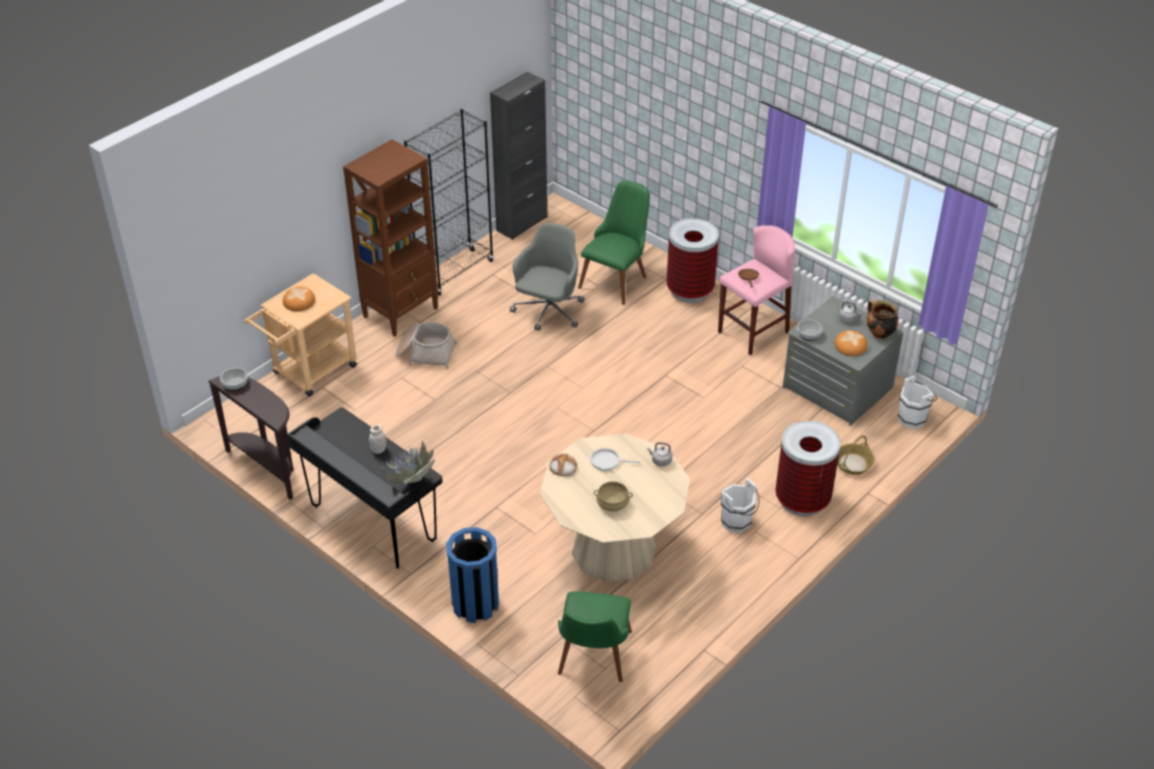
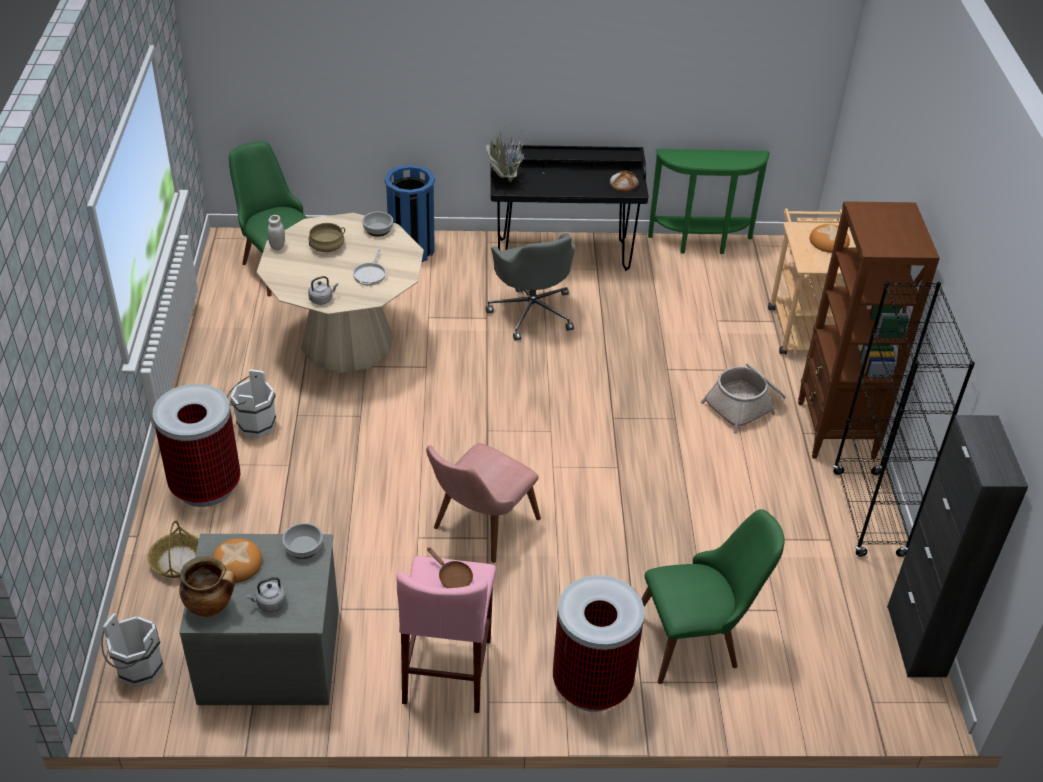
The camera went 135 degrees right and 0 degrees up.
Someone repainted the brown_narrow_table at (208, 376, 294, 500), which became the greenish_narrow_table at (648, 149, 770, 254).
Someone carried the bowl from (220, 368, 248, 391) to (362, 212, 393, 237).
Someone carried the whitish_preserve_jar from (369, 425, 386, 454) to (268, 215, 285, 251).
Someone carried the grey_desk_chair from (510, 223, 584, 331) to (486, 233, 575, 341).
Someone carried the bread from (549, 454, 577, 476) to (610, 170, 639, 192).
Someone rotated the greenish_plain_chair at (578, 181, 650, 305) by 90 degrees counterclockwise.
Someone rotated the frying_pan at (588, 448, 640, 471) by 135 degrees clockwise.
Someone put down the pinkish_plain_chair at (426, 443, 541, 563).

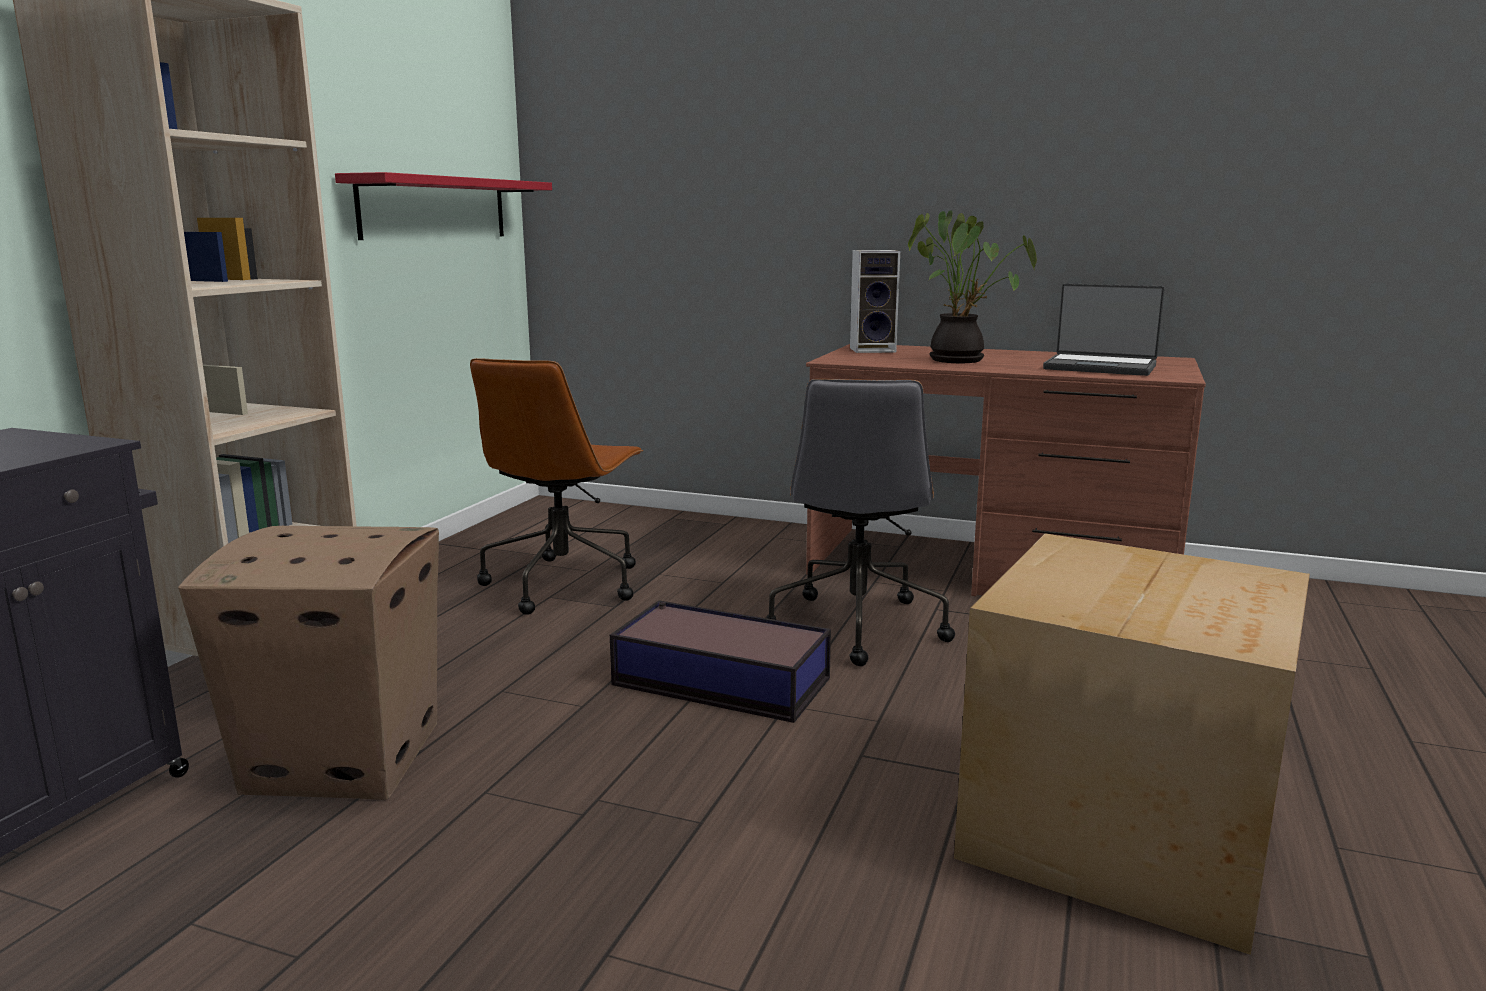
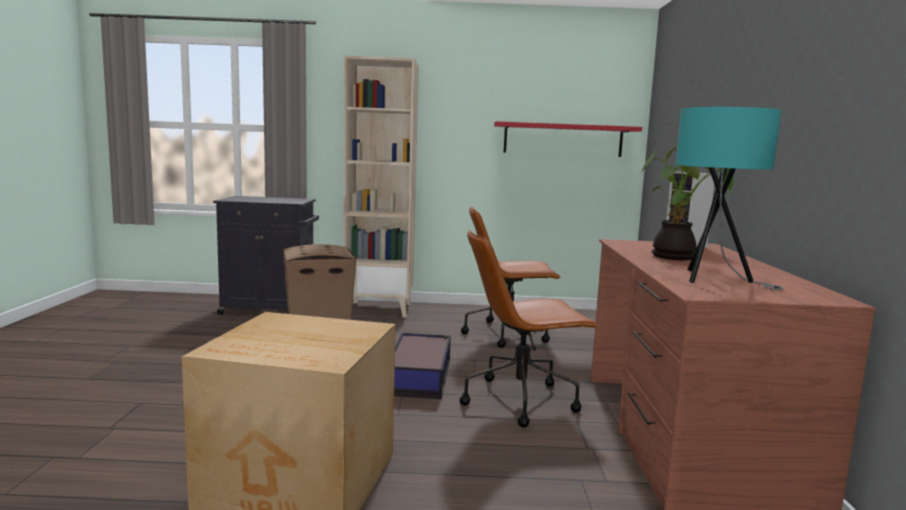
The camera went 70 degrees right and 5 degrees down.
Someone repainted the grey_desk_chair at (767, 379, 955, 666), which became the brown_desk_chair at (460, 230, 598, 428).
Someone swapped the notebook_computer at (1043, 283, 1165, 376) for the blue-green_table_lamp at (676, 107, 783, 290).

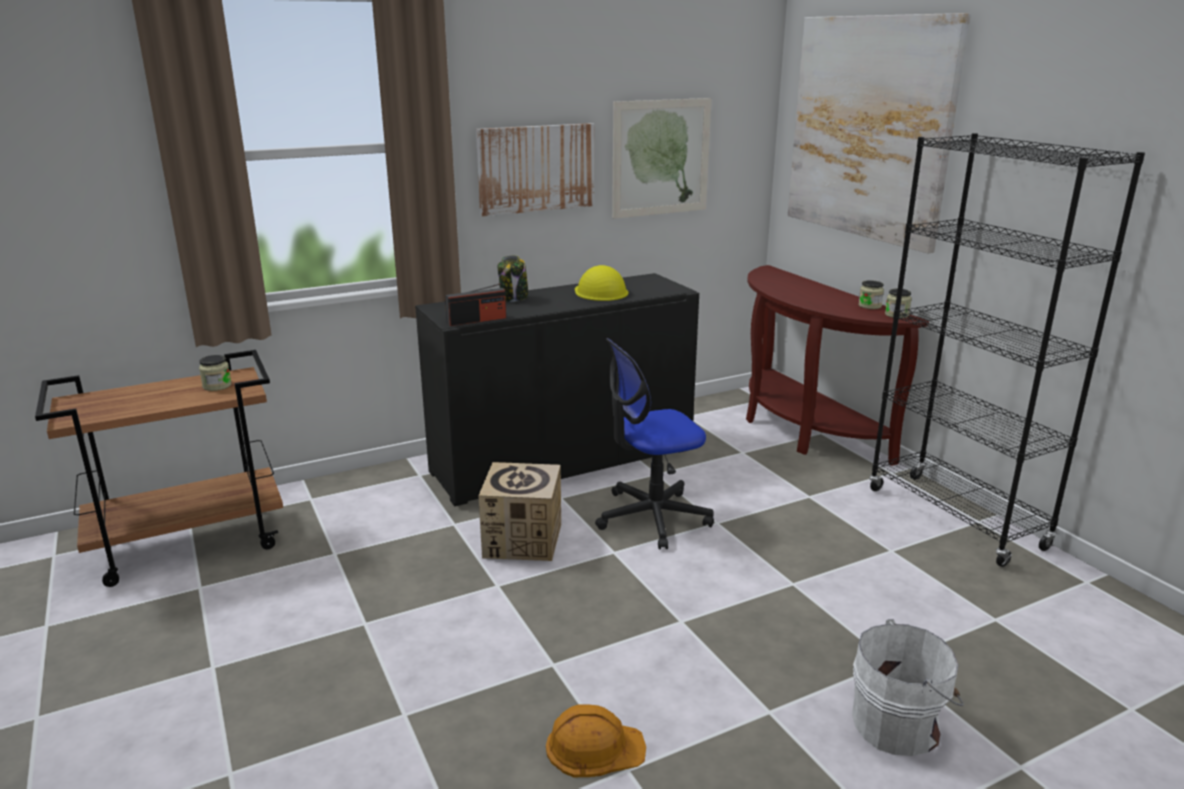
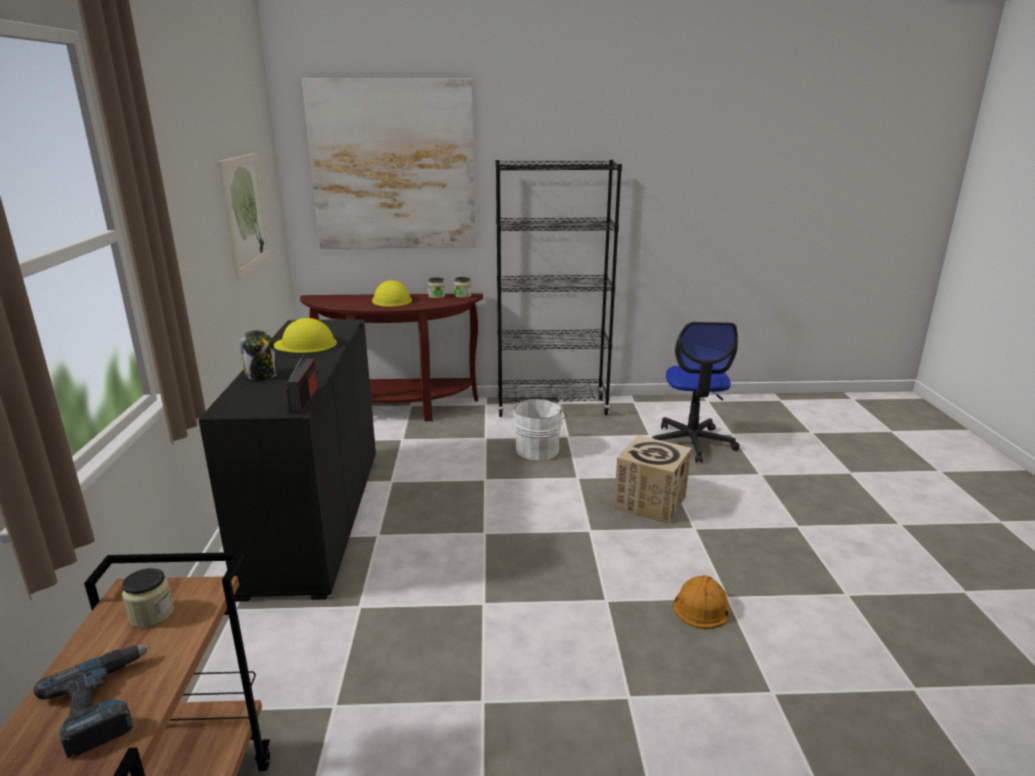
The camera went 65 degrees left and 0 degrees up.
Someone took away the wall_picture at (476, 123, 594, 216).
Someone carried the cardboard_box from (478, 462, 561, 561) to (614, 435, 692, 524).
Someone carried the desk_chair from (595, 338, 714, 550) to (653, 322, 740, 463).
Someone carried the whitish_pail from (852, 619, 964, 756) to (513, 399, 566, 460).
Someone put down the electric_drill at (34, 645, 150, 758).
Someone put down the yellow_safety_helmet at (372, 280, 412, 307).

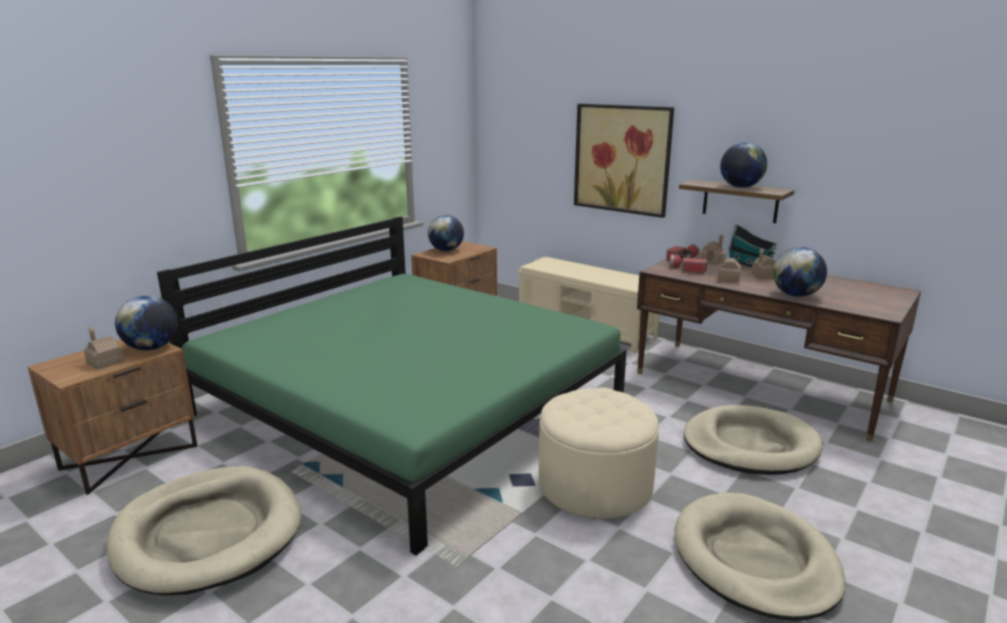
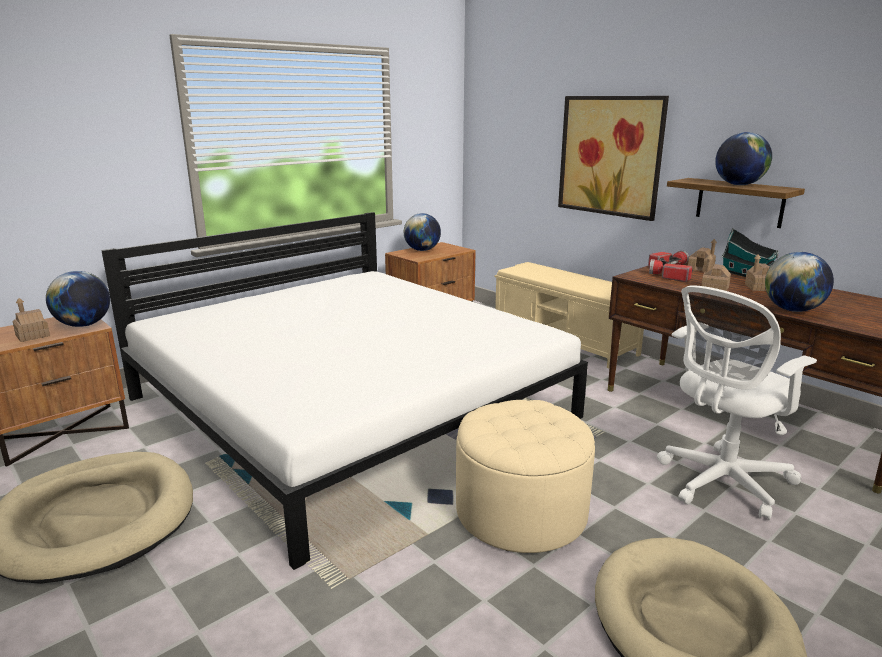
The camera went 10 degrees right and 0 degrees up.
Someone repainted the greenish_sleeping_bed at (157, 217, 627, 555), which became the whitish_sleeping_bed at (101, 212, 588, 570).
Someone swapped the beige_dog_bed at (684, 405, 823, 475) for the whitish_desk_chair at (657, 285, 817, 520).

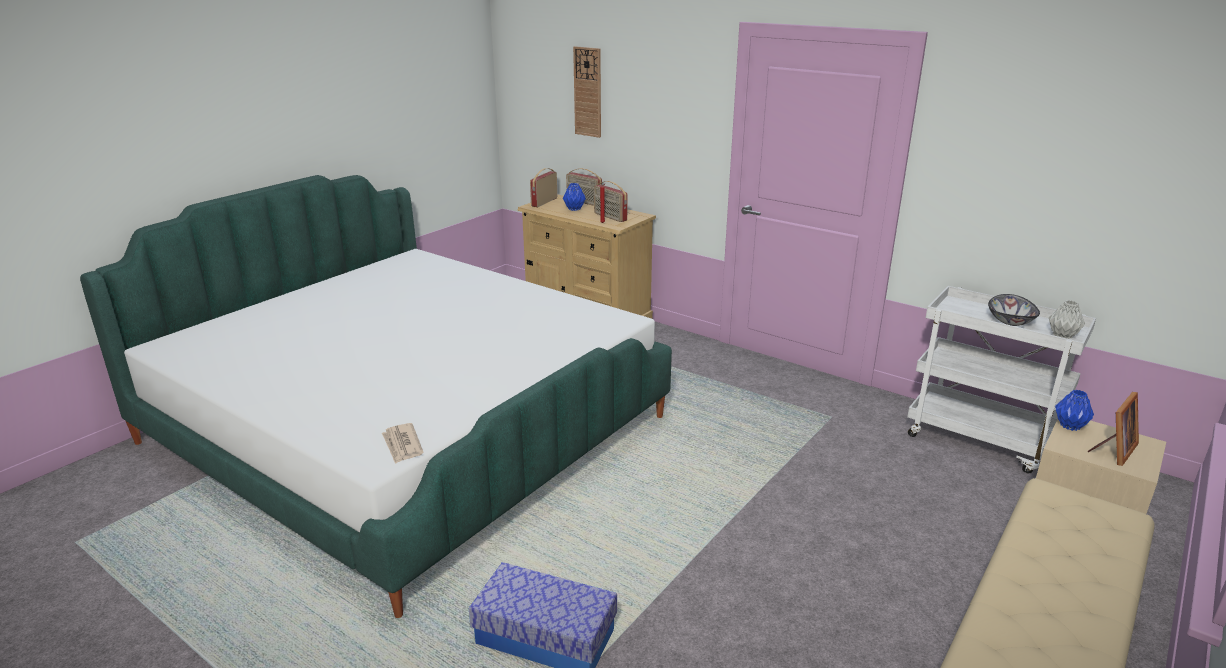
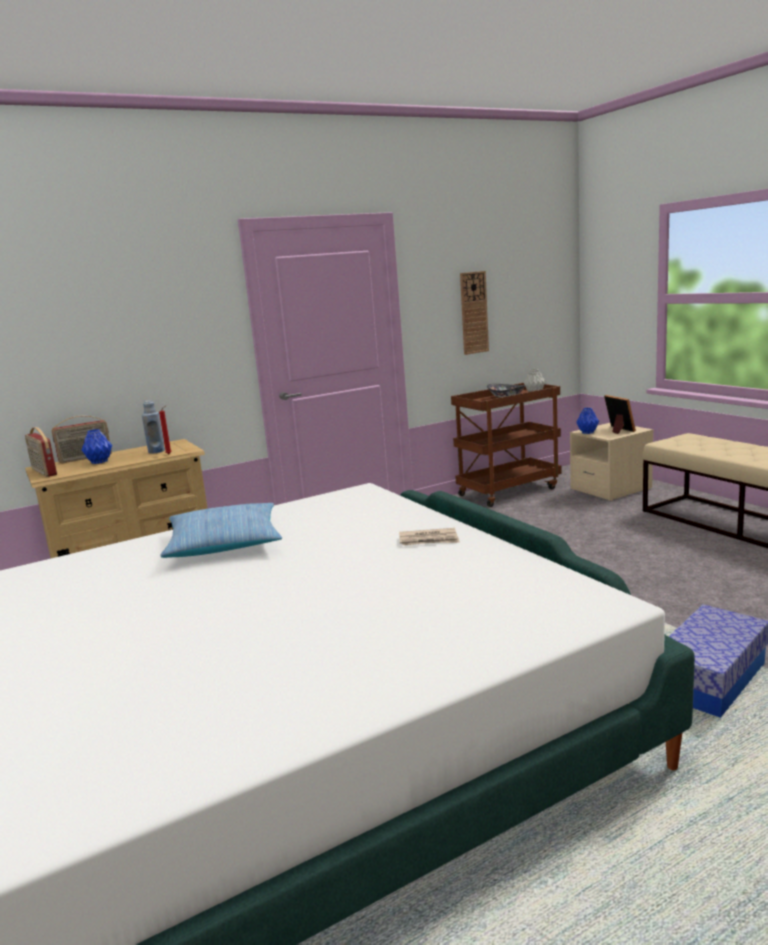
The camera went 65 degrees left and 10 degrees down.
Someone carried the daily_paper from (382, 423, 424, 464) to (399, 528, 460, 546).
Someone carried the clock_on_the_wall from (573, 46, 601, 138) to (460, 271, 489, 355).
Someone swapped the radio_set at (594, 181, 628, 222) for the bluish_bottle at (142, 401, 165, 453).
Someone repainted the whitish_wheeled_cart at (907, 286, 1096, 474), which became the brown_wheeled_cart at (451, 383, 562, 507).
Someone put down the throw_pillow at (160, 503, 282, 558).

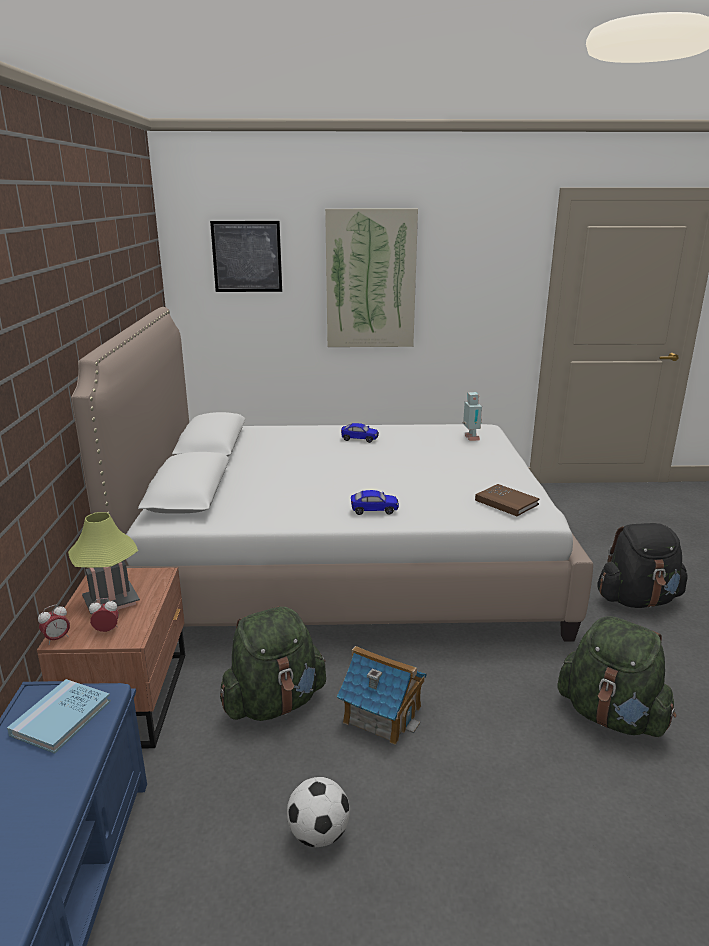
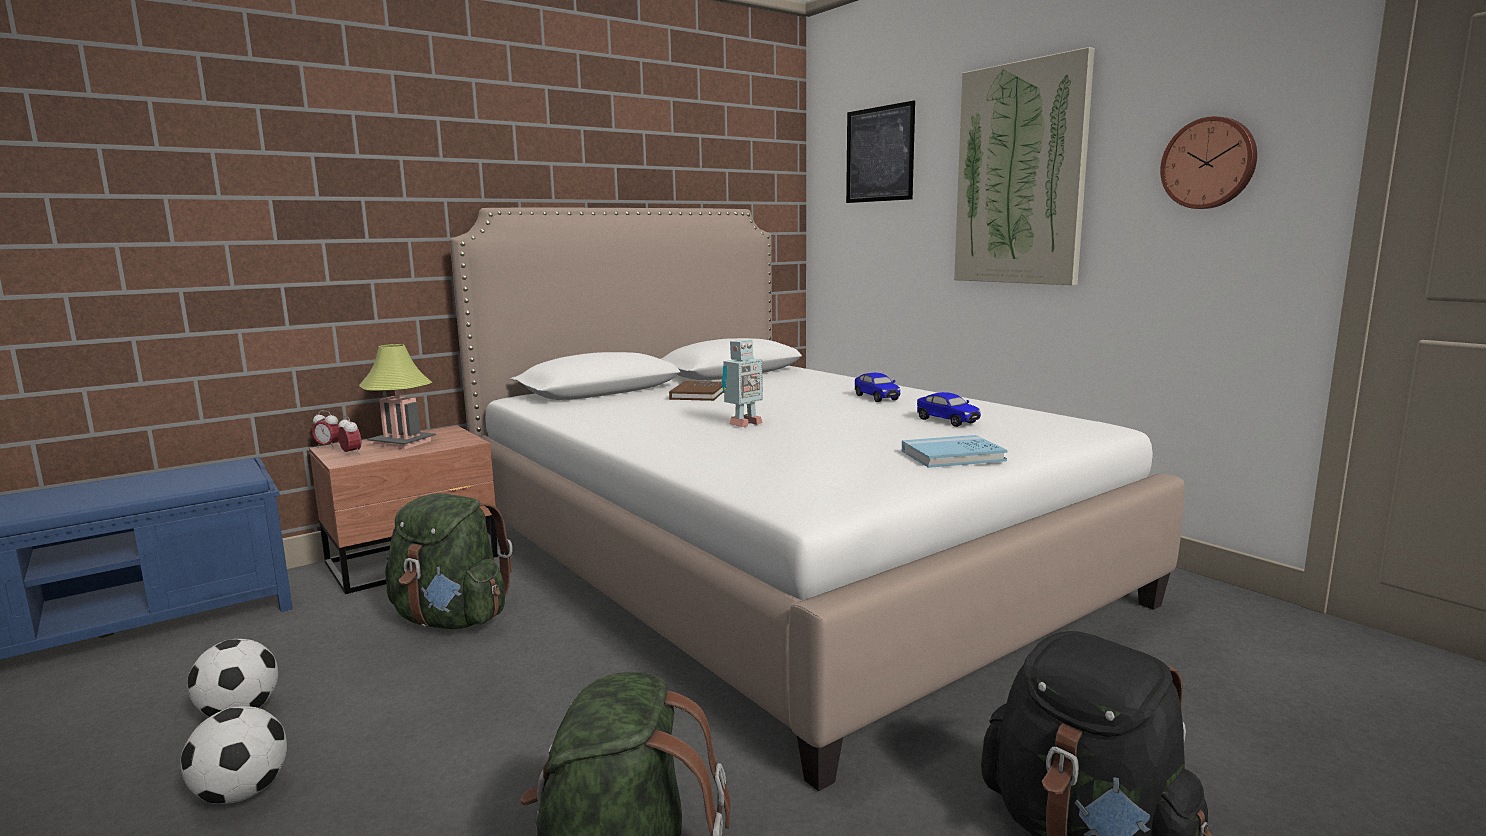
The camera went 55 degrees right and 10 degrees down.
Someone carried the bluish_book from (7, 679, 111, 754) to (902, 435, 1008, 468).
Someone took away the miniature_house at (337, 646, 427, 745).
Someone carried the toy_car from (351, 490, 399, 515) to (917, 392, 981, 427).
Someone carried the toy_robot from (463, 392, 482, 441) to (722, 340, 763, 427).
Someone carried the brown_book from (475, 484, 540, 516) to (669, 381, 723, 401).
Someone put down the football_ball at (180, 706, 287, 804).
Someone put up the clock_on_the_wall at (1160, 116, 1257, 209).

